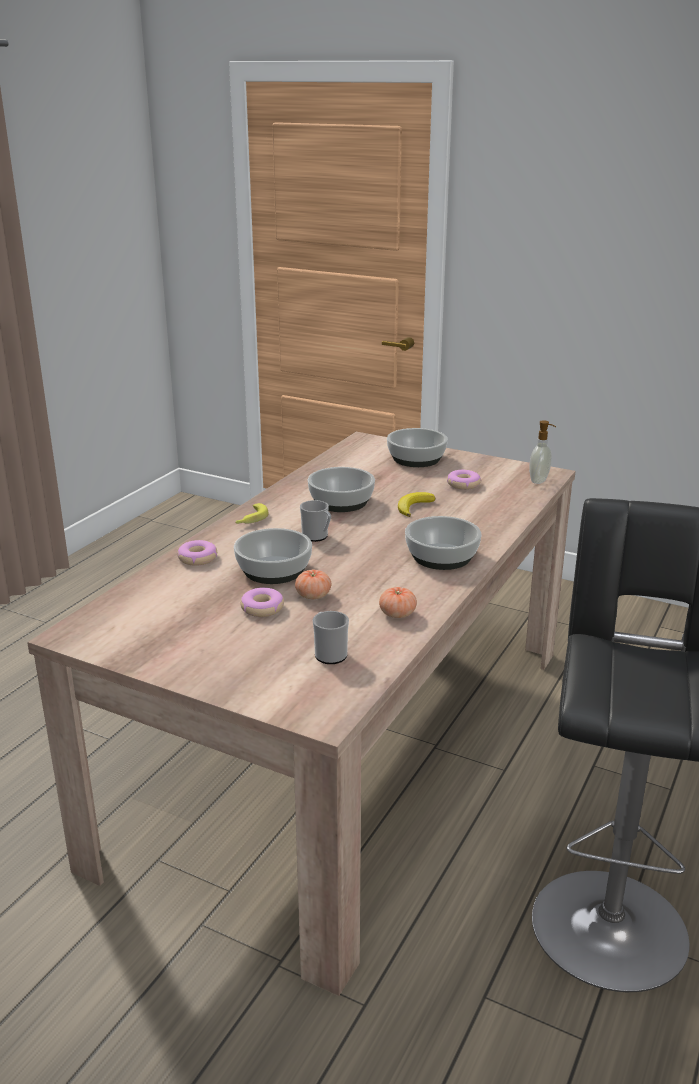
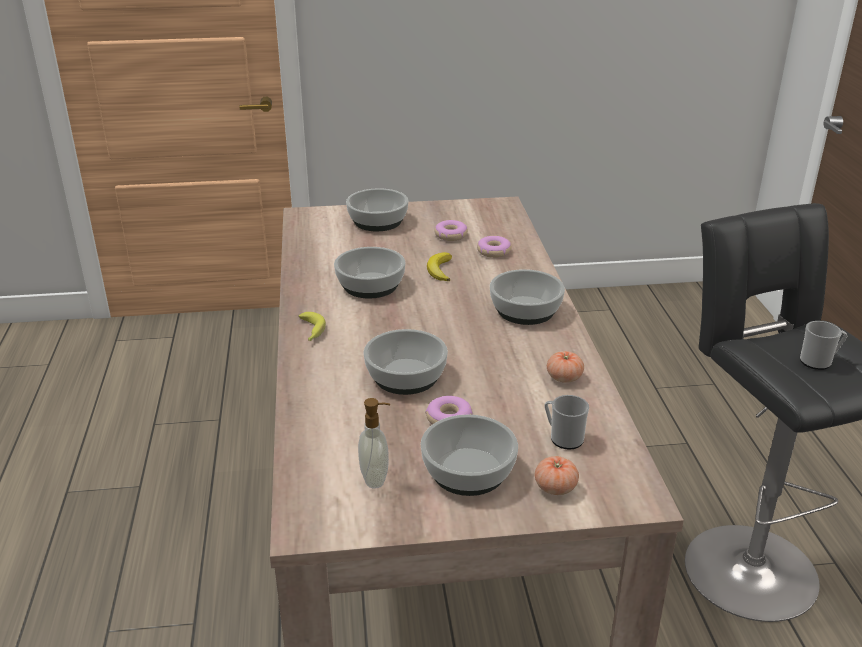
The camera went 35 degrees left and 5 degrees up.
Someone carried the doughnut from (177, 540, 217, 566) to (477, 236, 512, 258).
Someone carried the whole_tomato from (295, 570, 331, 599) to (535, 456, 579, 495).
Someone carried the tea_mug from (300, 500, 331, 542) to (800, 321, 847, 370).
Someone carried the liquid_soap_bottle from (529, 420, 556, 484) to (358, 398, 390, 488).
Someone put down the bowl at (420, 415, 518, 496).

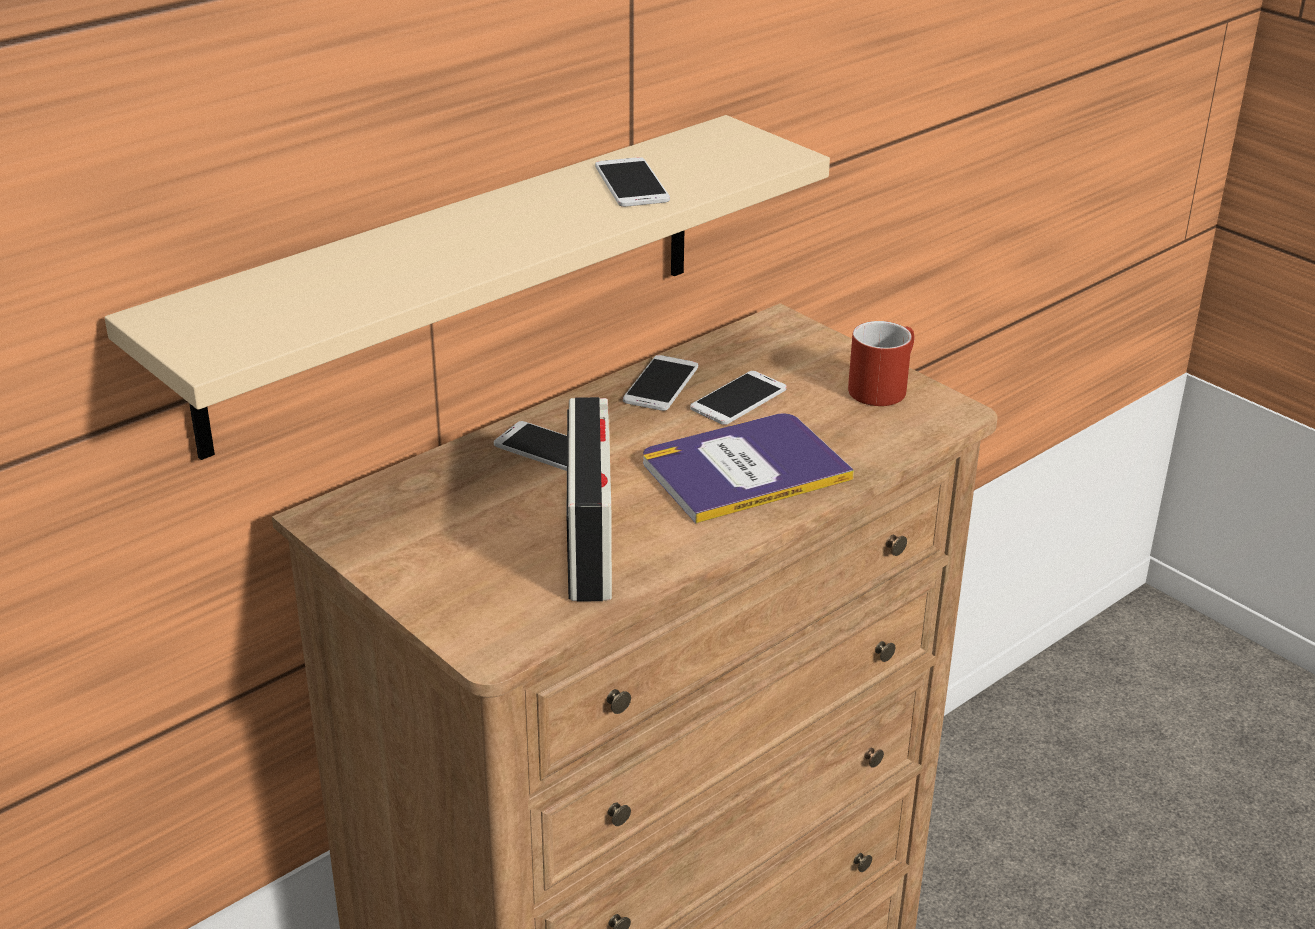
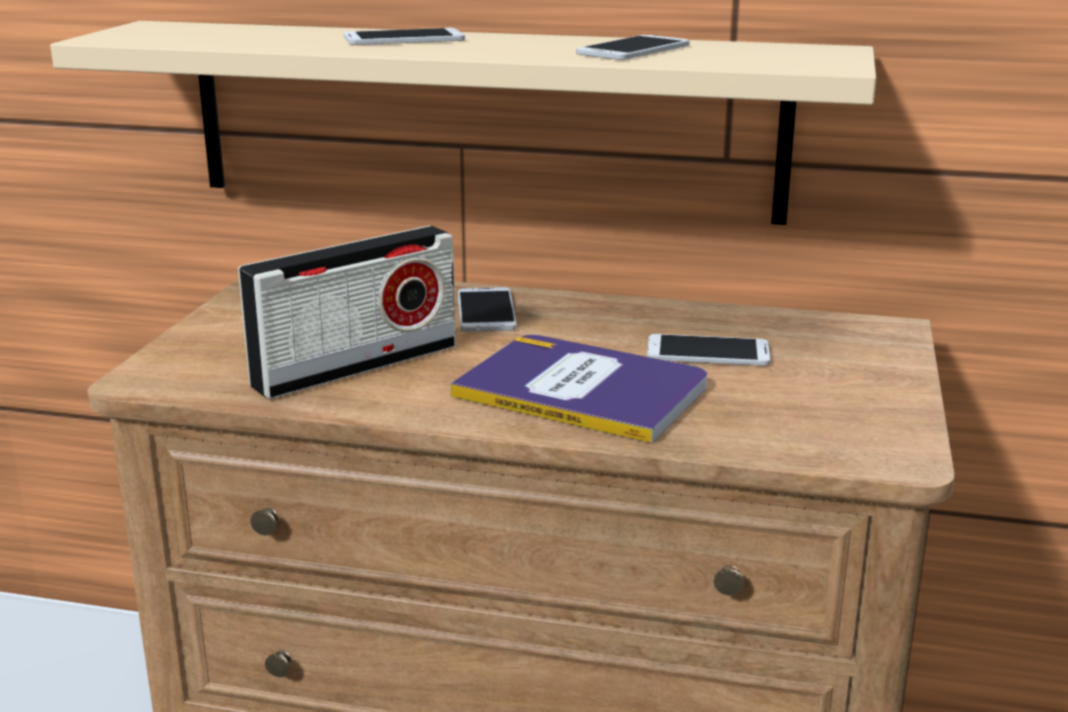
The camera went 55 degrees right and 10 degrees down.
Someone carried the handset from (623, 355, 698, 411) to (344, 28, 465, 45).
Someone took away the red_tea_mug at (848, 321, 914, 406).

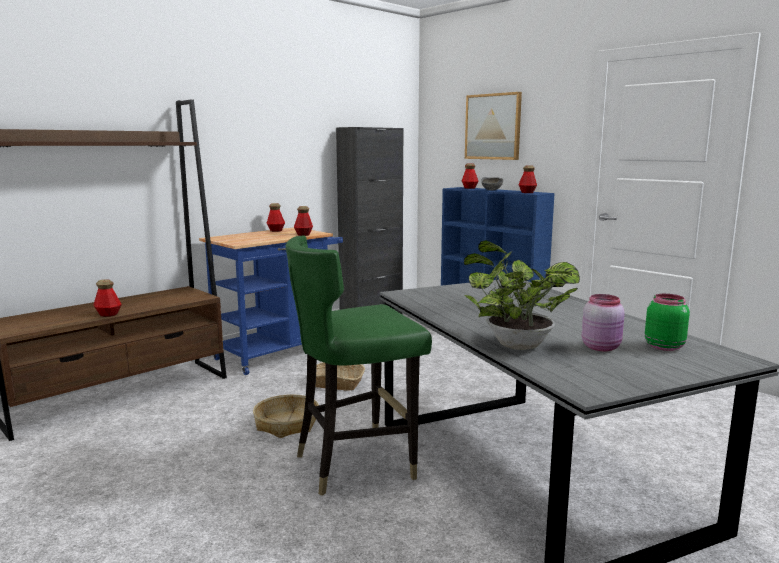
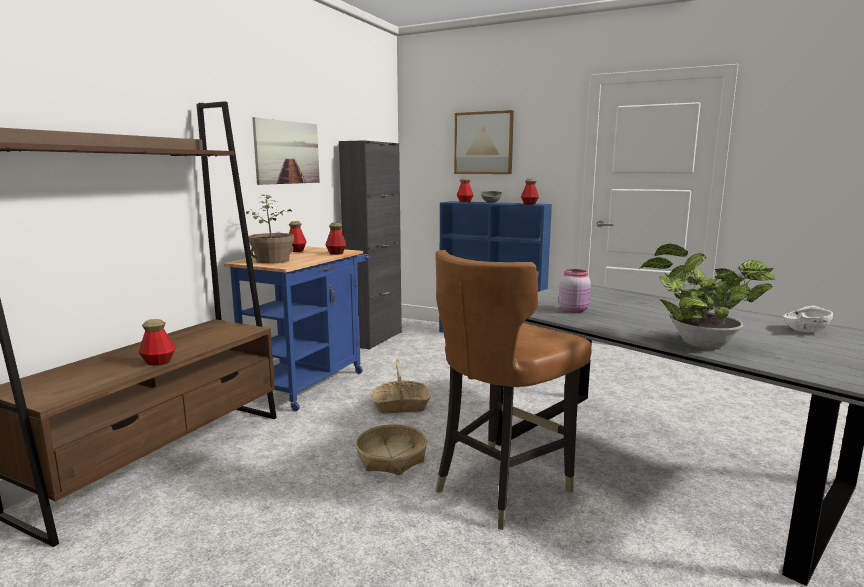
The camera went 20 degrees left and 0 degrees up.
Someone repainted the greenish_plain_chair at (286, 235, 432, 496), which became the brown_plain_chair at (435, 250, 592, 530).
Someone carried the pinkish_preserve_jar from (582, 294, 625, 351) to (559, 269, 591, 313).
Someone swapped the greenish_preserve_jar at (645, 294, 690, 351) for the whitish_bowl at (783, 305, 833, 332).
Someone put down the potted_plant at (246, 194, 294, 264).
Someone put up the wall_picture at (252, 117, 320, 185).

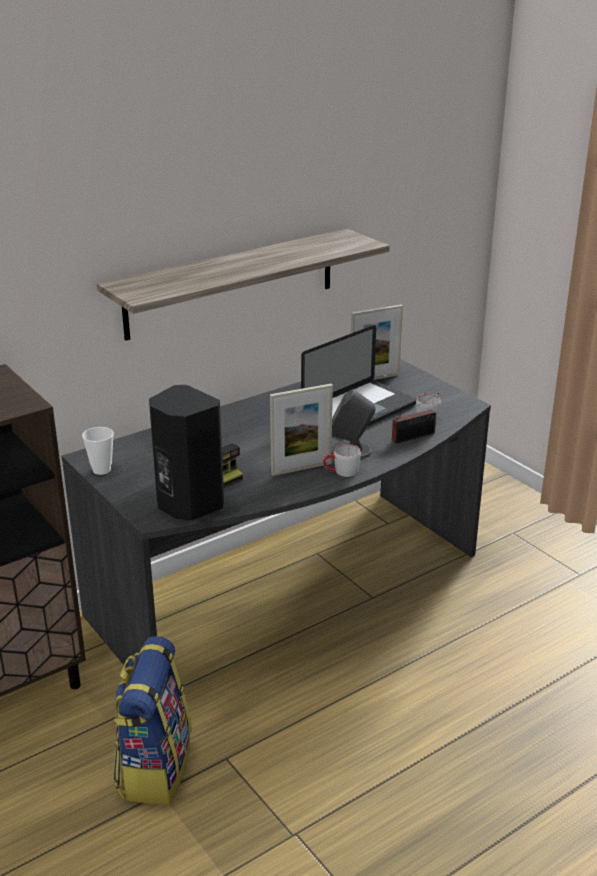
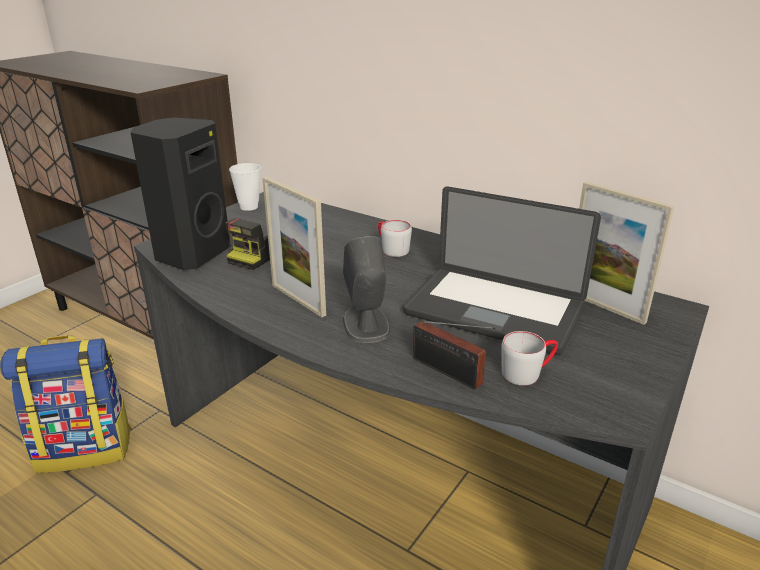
The camera went 70 degrees right and 0 degrees up.
Someone took away the bracket_shelf at (97, 229, 390, 341).
Someone carried the grey_tea_mug from (323, 444, 361, 477) to (378, 220, 412, 257).

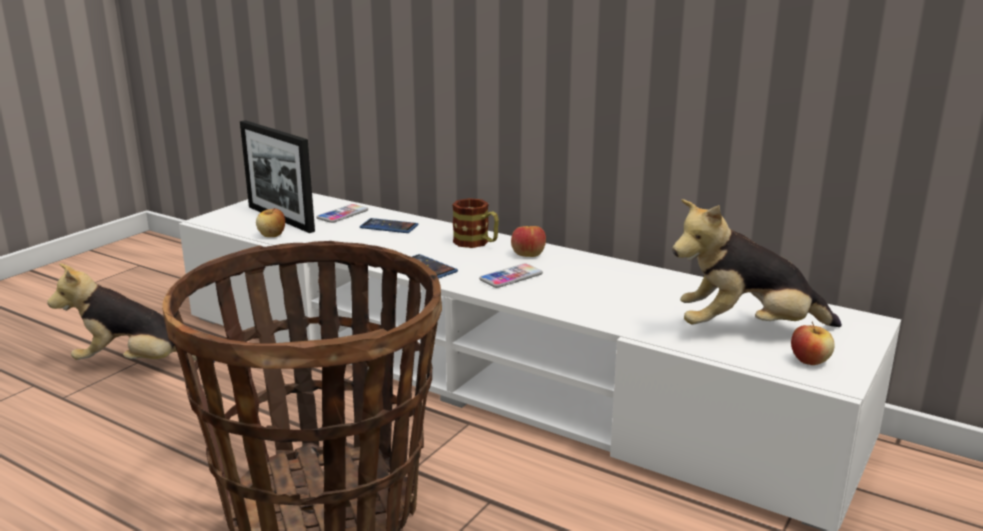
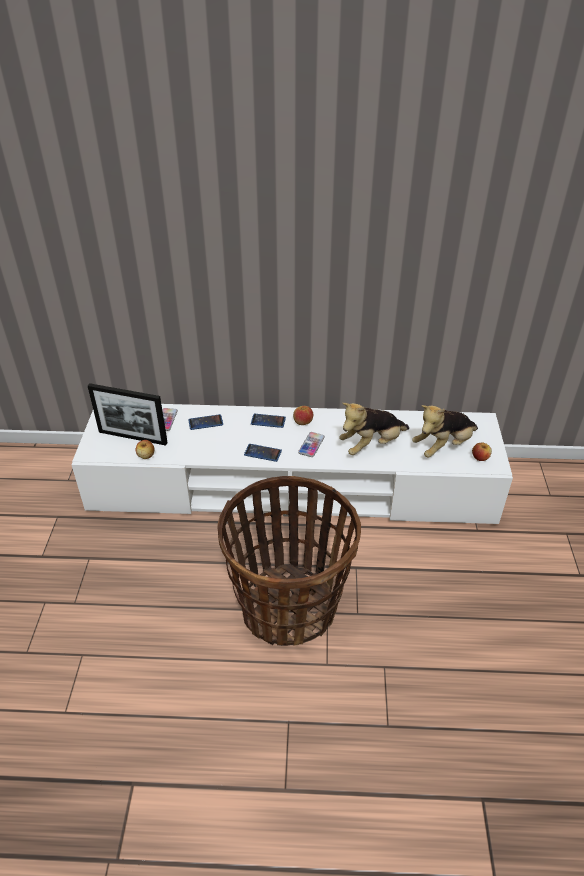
The camera went 30 degrees left and 20 degrees up.
Someone carried the soft_toy from (47, 263, 215, 363) to (339, 403, 409, 455).
Someone swapped the tea_mug at (452, 198, 499, 248) for the handset at (251, 414, 286, 428).

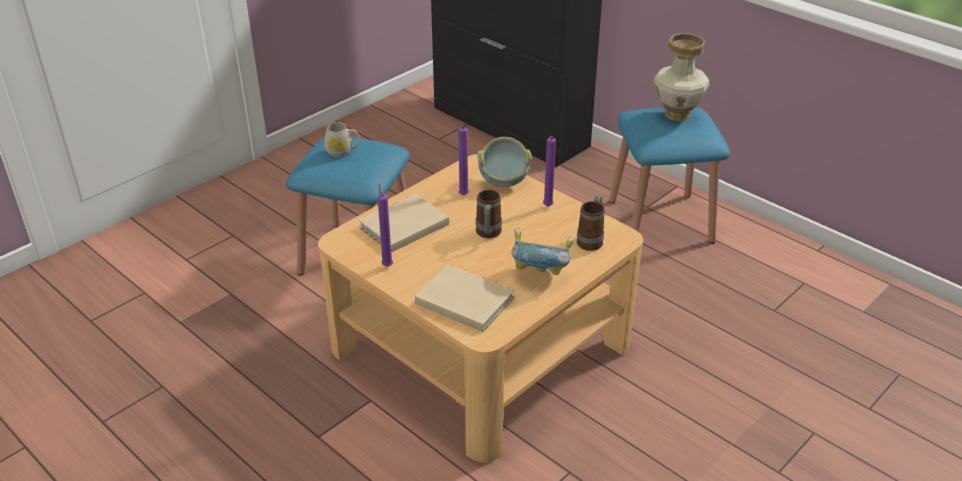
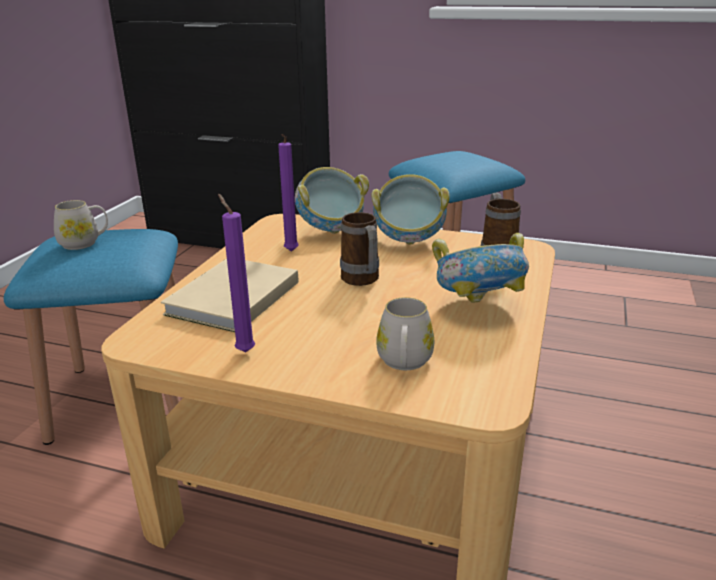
The camera went 25 degrees left and 10 degrees down.
Someone swapped the beige_book at (415, 265, 514, 332) for the whitish_tea_mug at (376, 297, 434, 370).
Someone swapped the purplish_wax_candle at (543, 136, 556, 207) for the bowl at (371, 174, 450, 245).
Someone took away the vase at (654, 33, 709, 121).

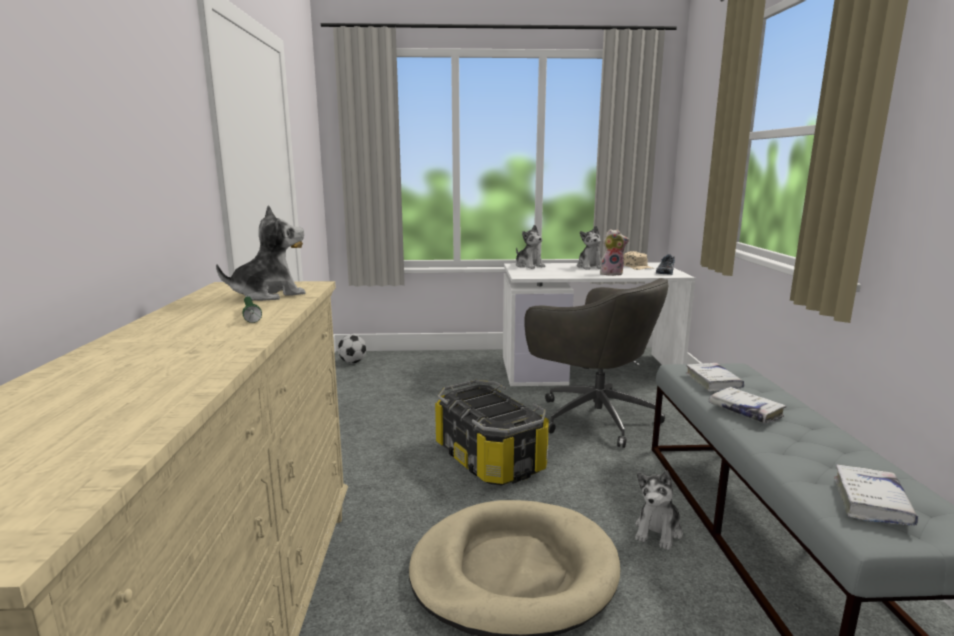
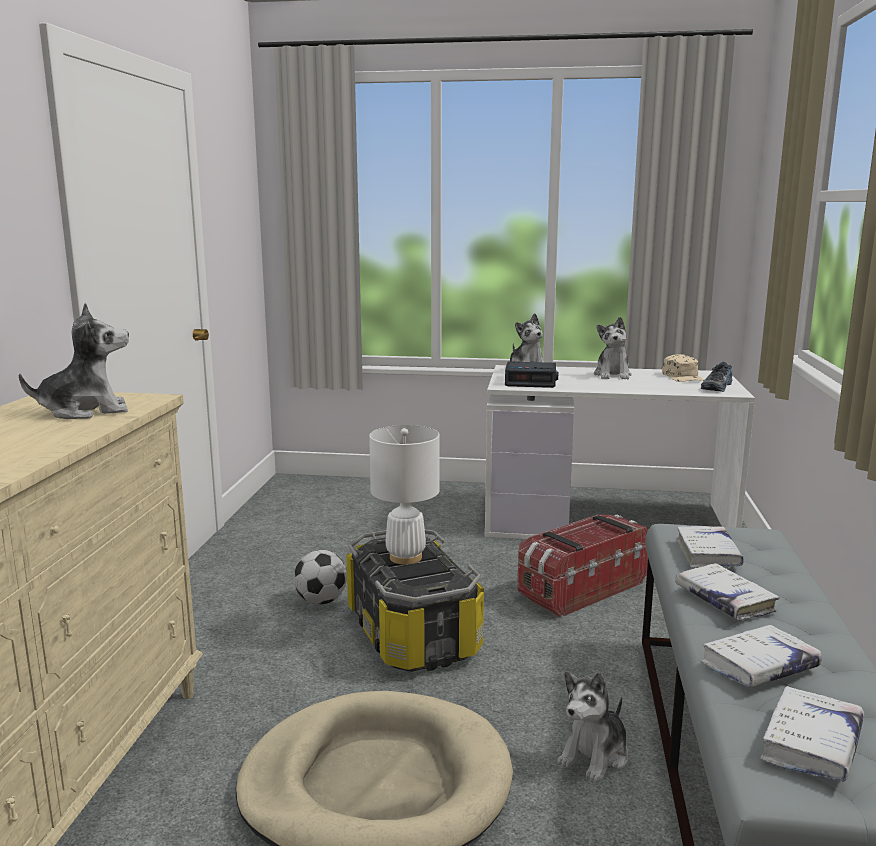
The camera went 10 degrees right and 0 degrees up.
Someone took away the greenish_flashlight at (242, 296, 262, 323).
Someone carried the football_ball from (338, 334, 367, 363) to (294, 550, 347, 605).
Someone swapped the grey_desk_chair at (524, 278, 669, 448) for the storage_box at (517, 515, 648, 618).
Someone took away the soft_toy at (600, 229, 629, 276).
Someone put down the whitish_table_lamp at (369, 425, 440, 565).
Someone put down the bedside_clock at (505, 361, 558, 388).
Someone put down the whitish_book at (701, 625, 822, 688).

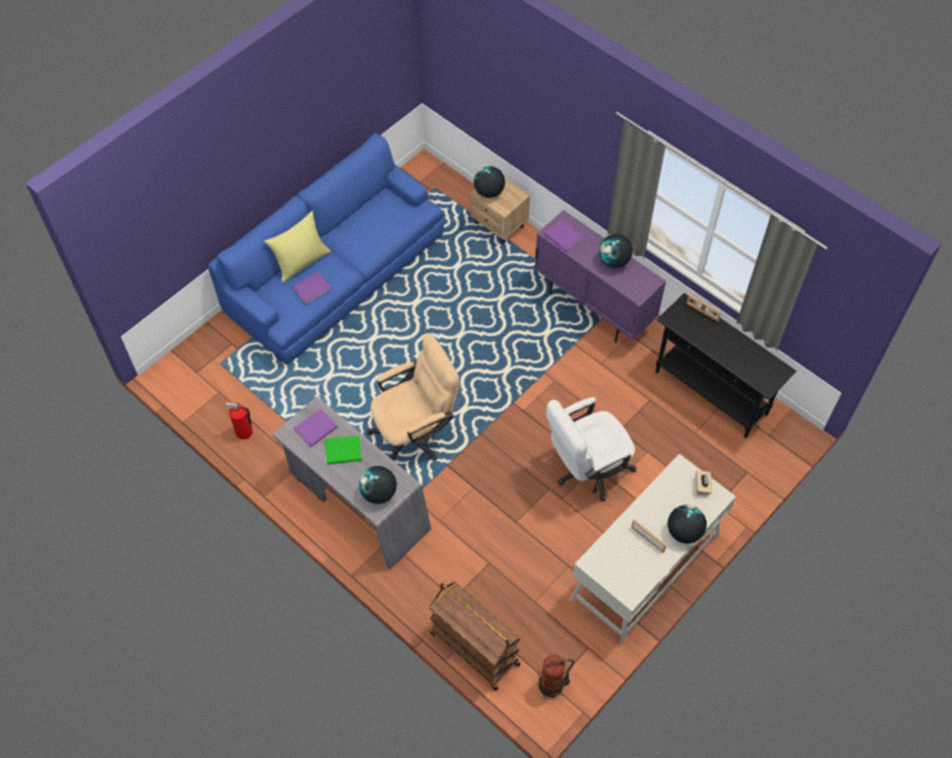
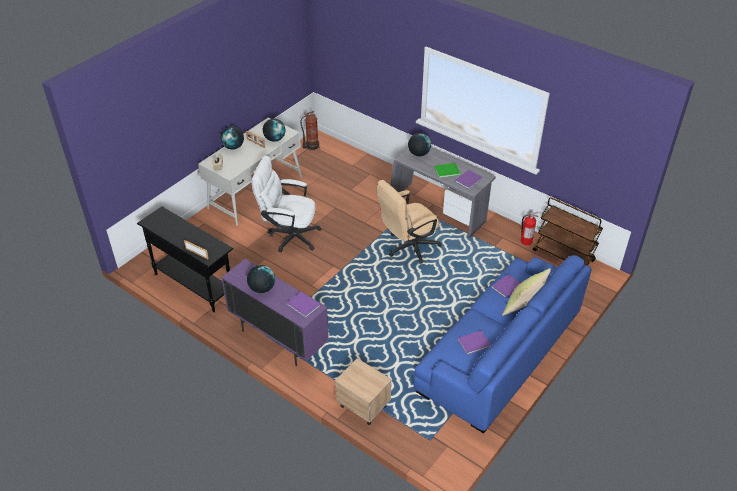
The camera went 175 degrees right and 15 degrees down.
Someone carried the brown_wheeled_cart from (429, 582, 521, 691) to (533, 197, 603, 267).
Someone carried the world_globe from (474, 166, 505, 198) to (263, 119, 286, 142).
Someone rotated the whitish_desk_chair at (546, 397, 636, 502) by 135 degrees counterclockwise.
Someone put down the purplish_book at (457, 330, 491, 355).

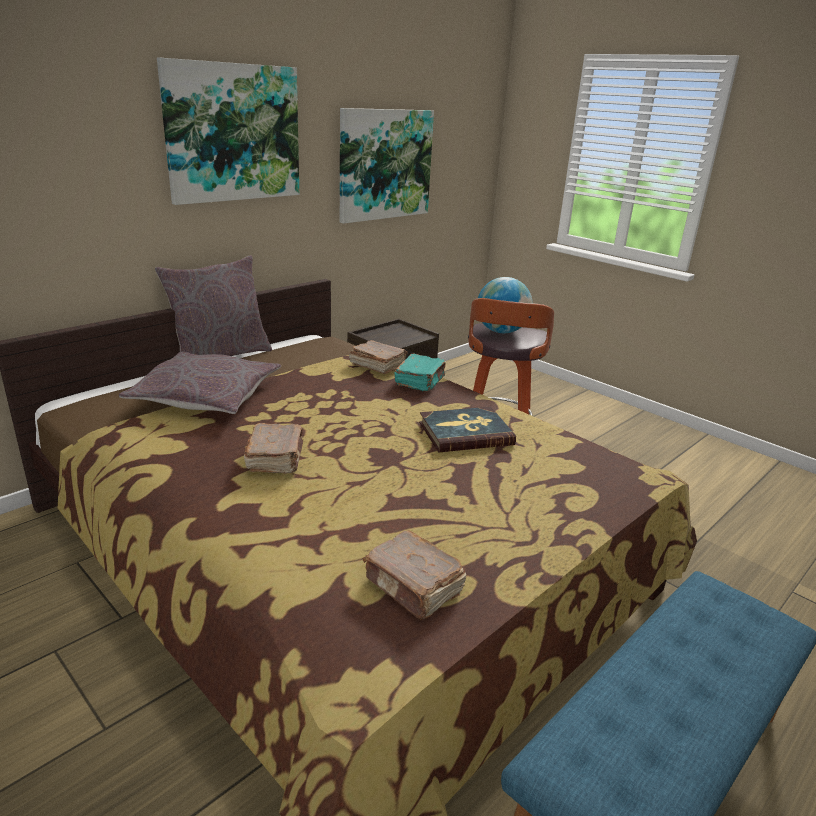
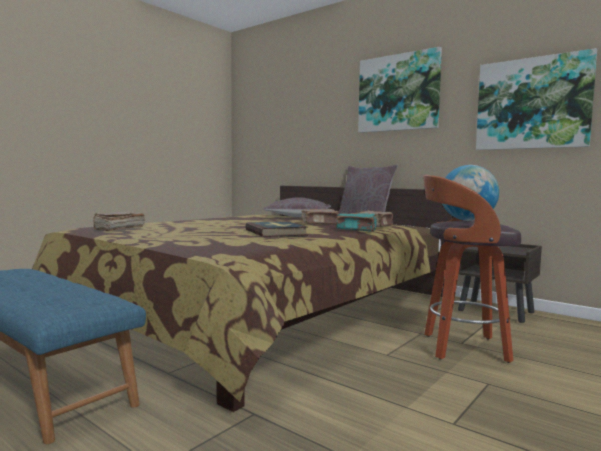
The camera went 85 degrees right and 20 degrees down.
Someone carried the brown_book from (244, 423, 303, 474) to (301, 209, 339, 225).

